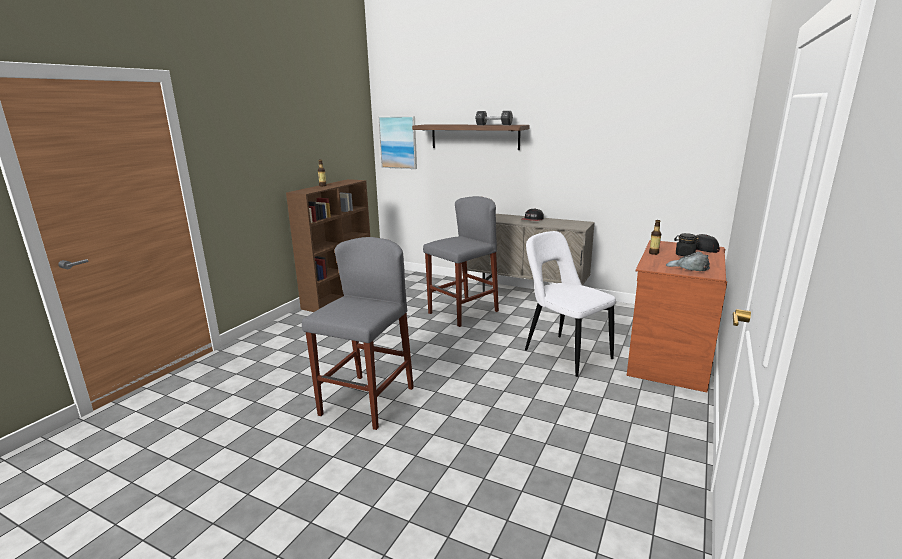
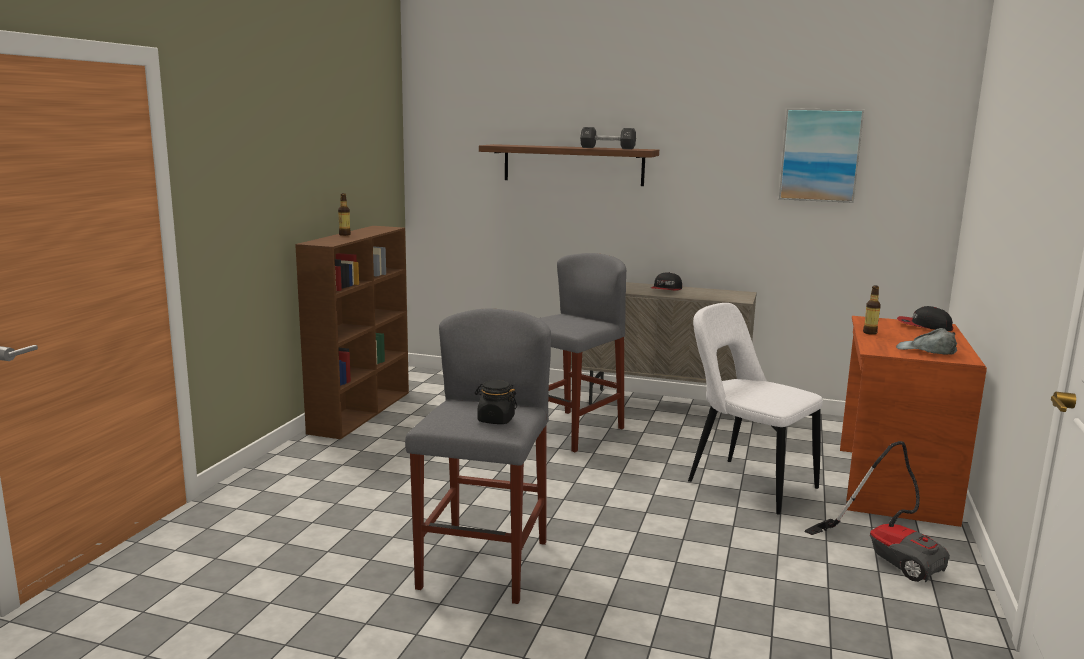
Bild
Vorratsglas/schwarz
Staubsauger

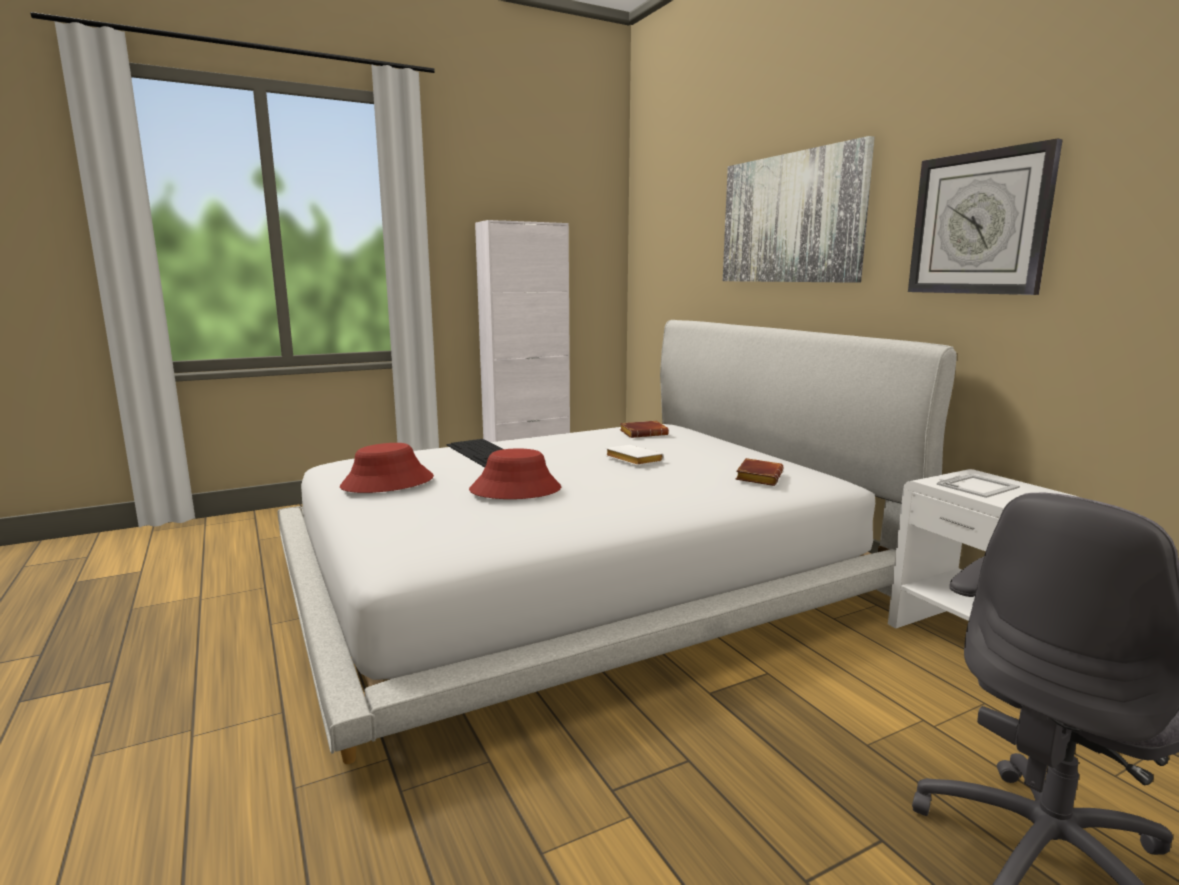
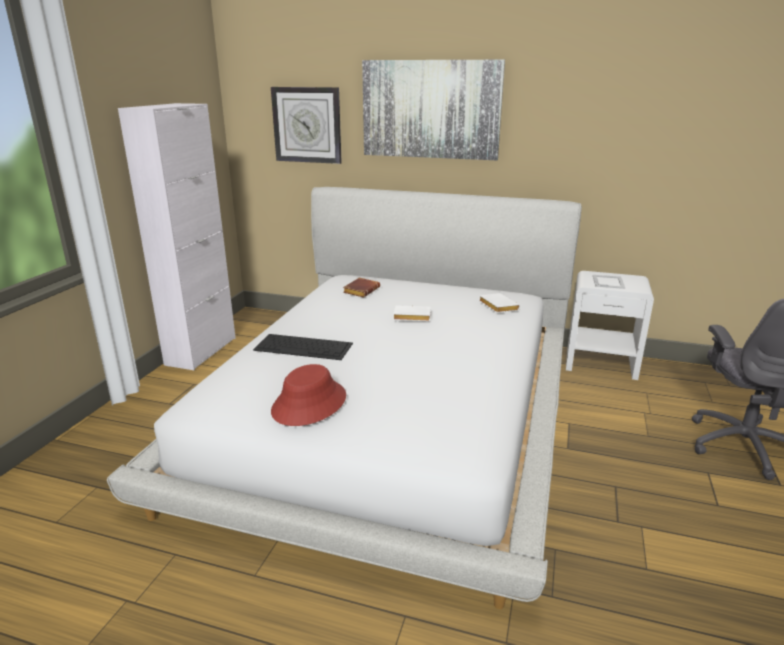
Hut/rot (2nd from left in the first image)
Buch/weiß (2nd from left)
Wanduhr

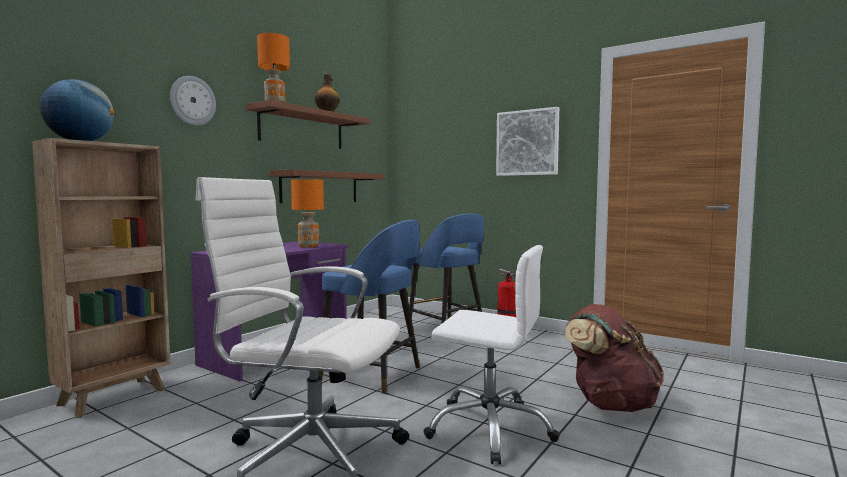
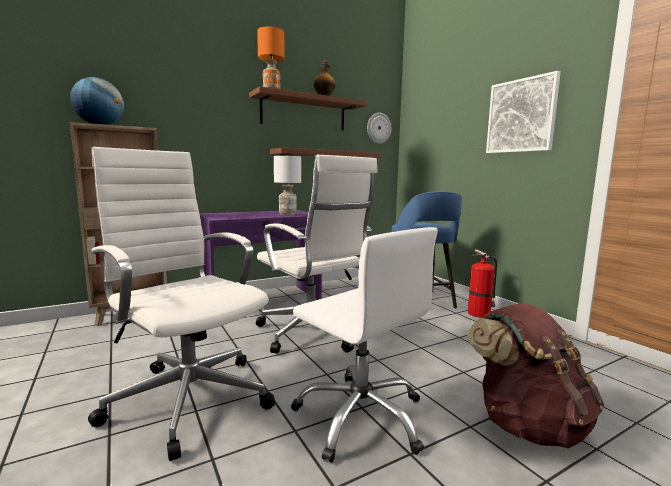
Wanduhr
Tischlampe/weiß
Bürostuhl/weiß (2nd from left)

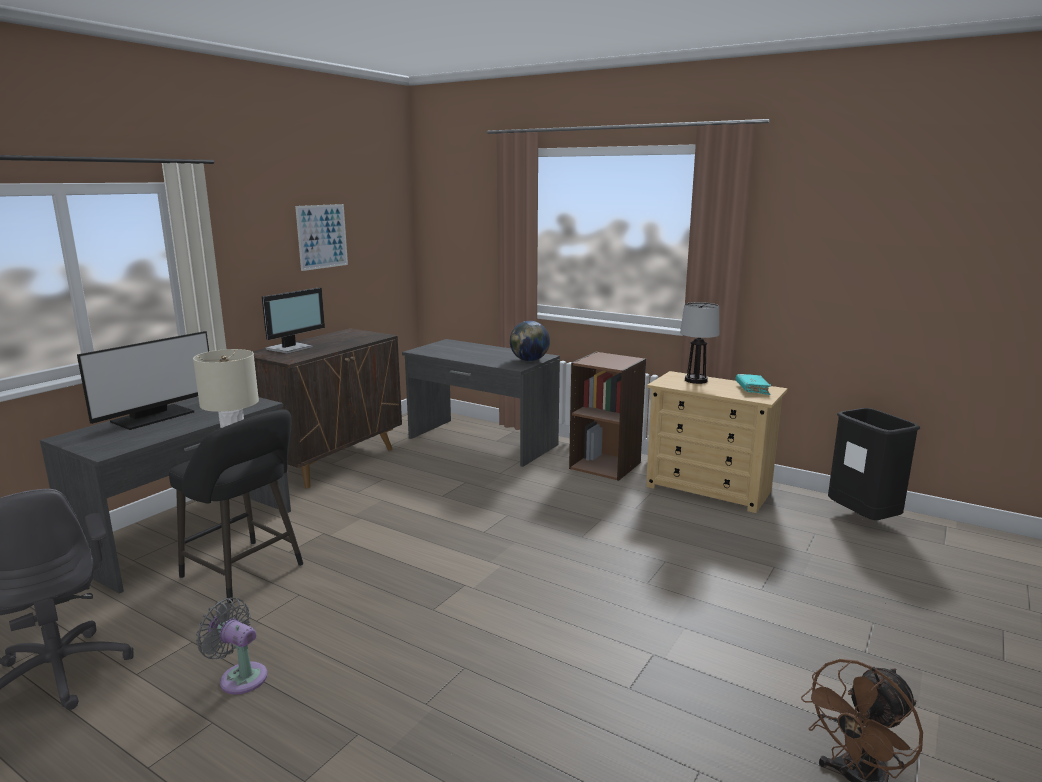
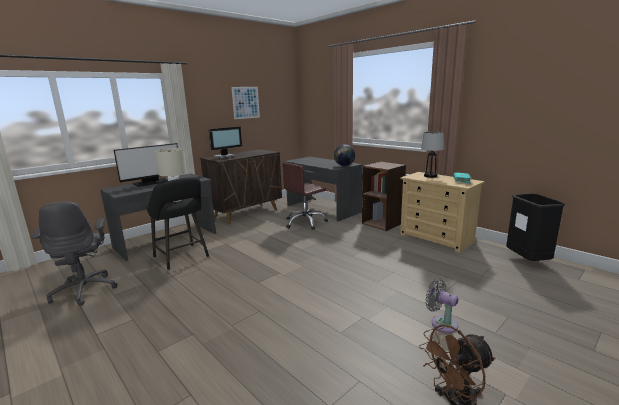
Ventilator/grau
Bürostuhl/braun

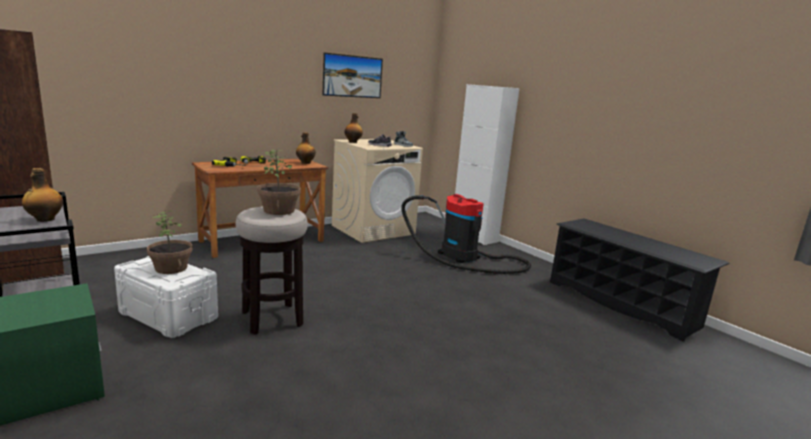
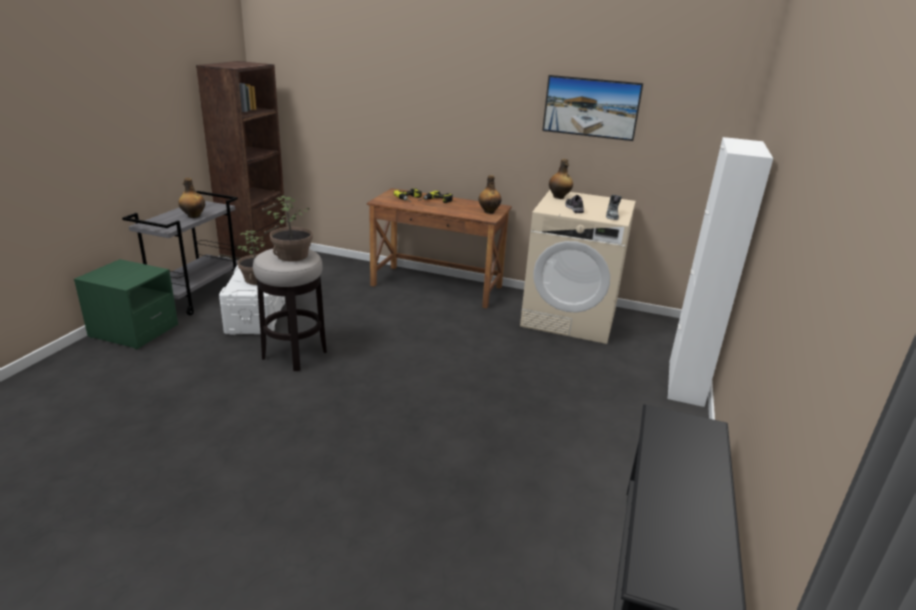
Staubsauger

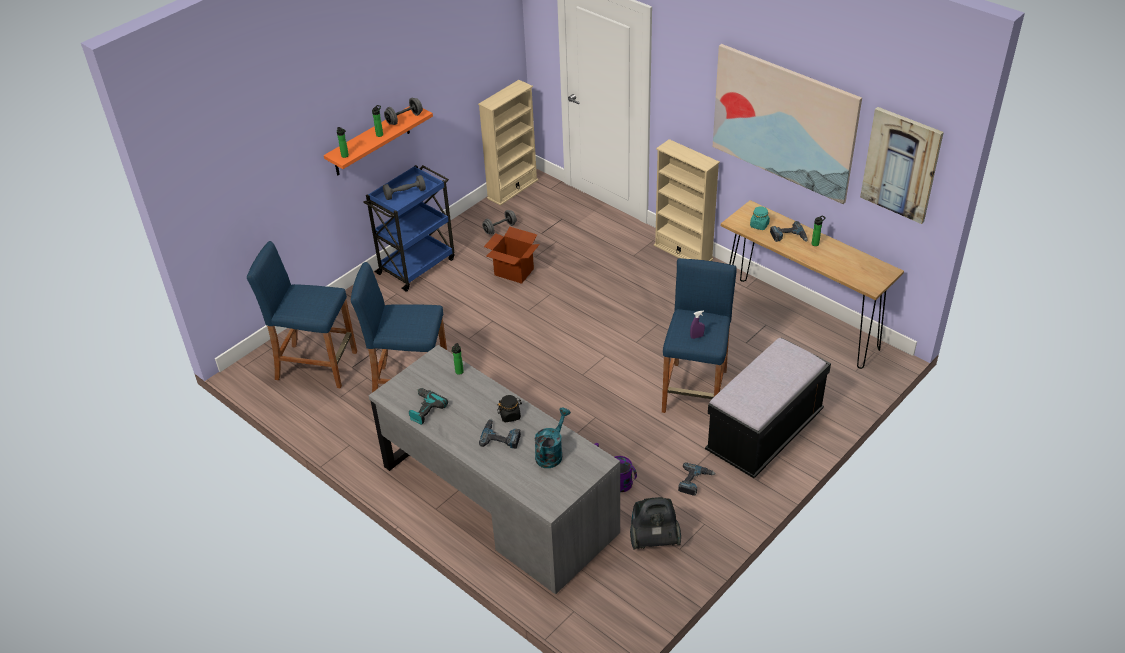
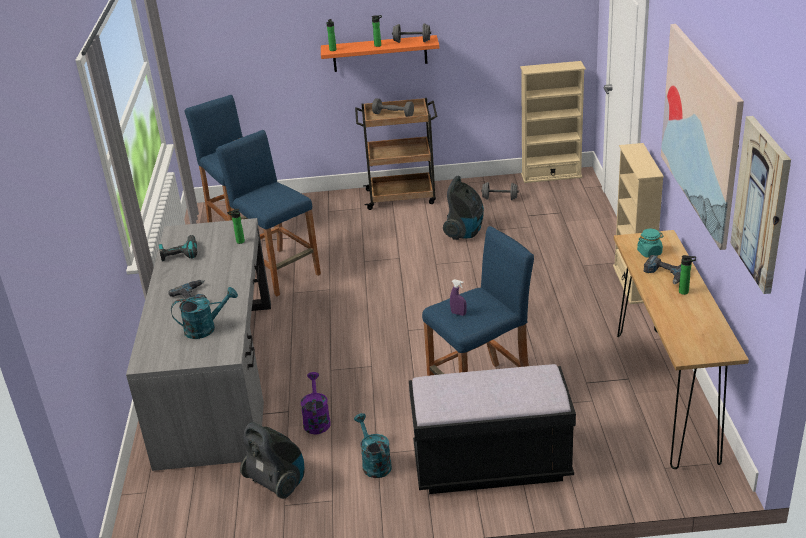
Rollwagen/braun
Staubsauger (2nd from left)
Vorratsglas/schwarz
Gießkanne/türkis (2nd from left)

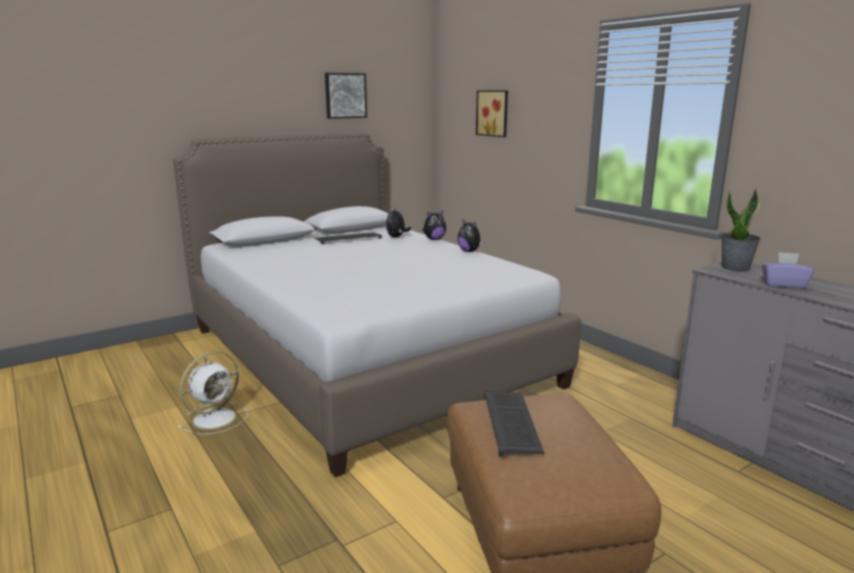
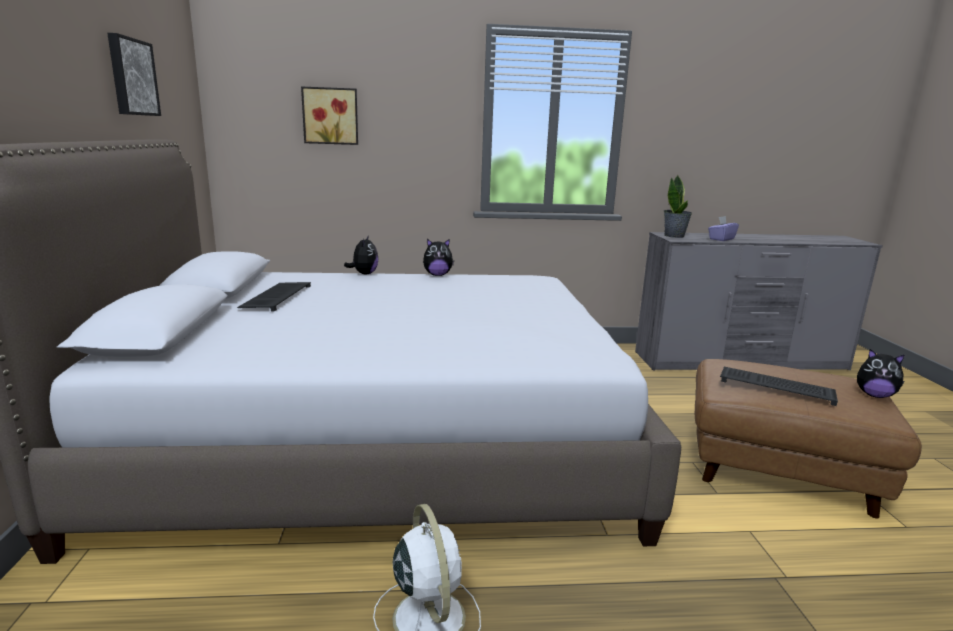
Plüschtier (3rd from left)

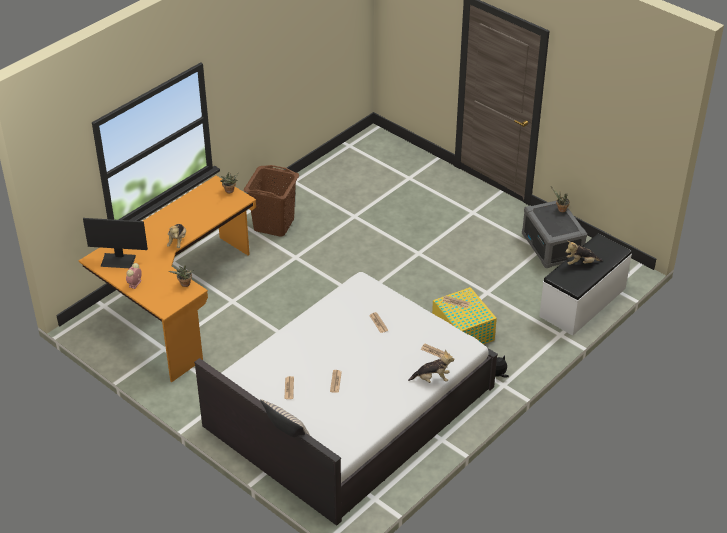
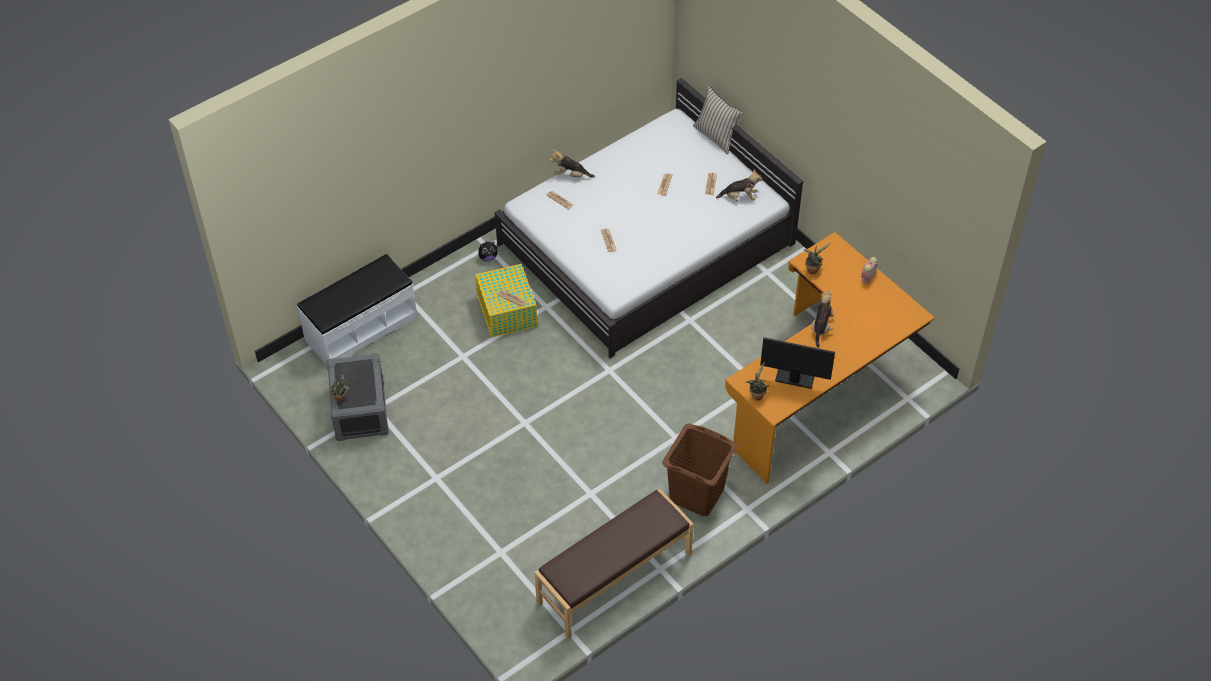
Monitor
Plüschtier (3rd from left)
Bank/braun

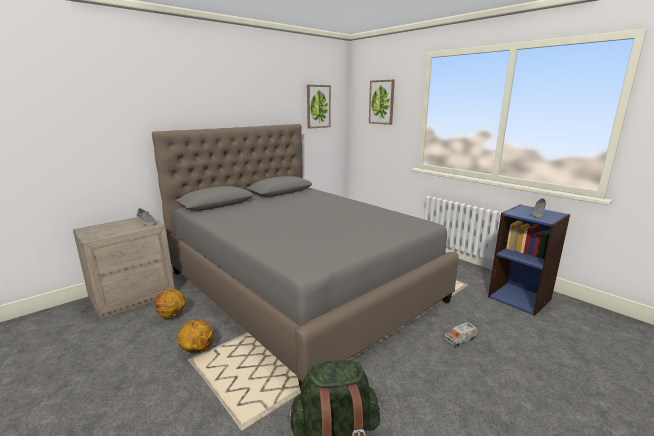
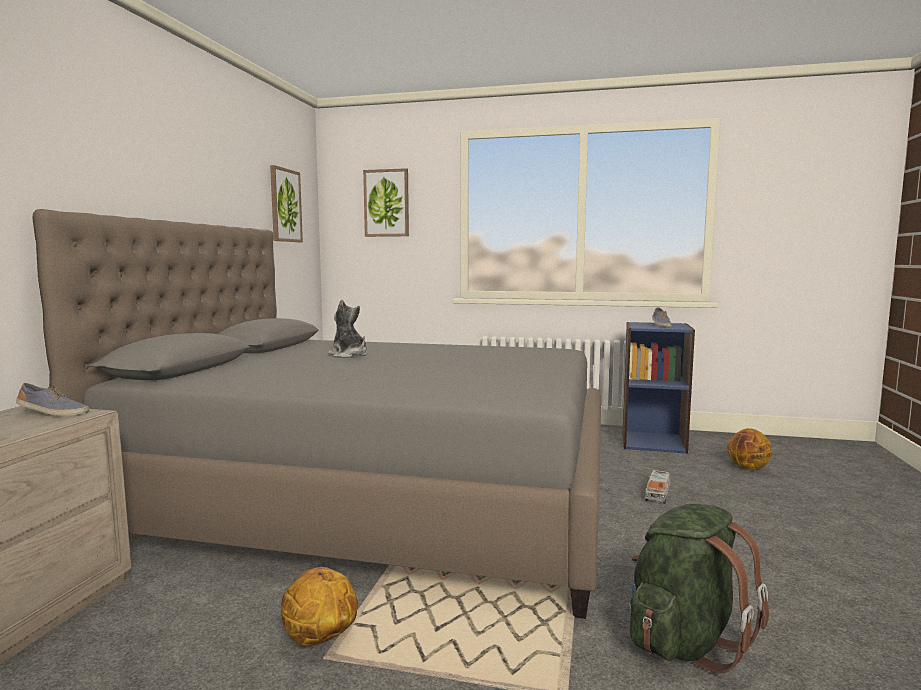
Basketball (2nd from left)
Plüschtier

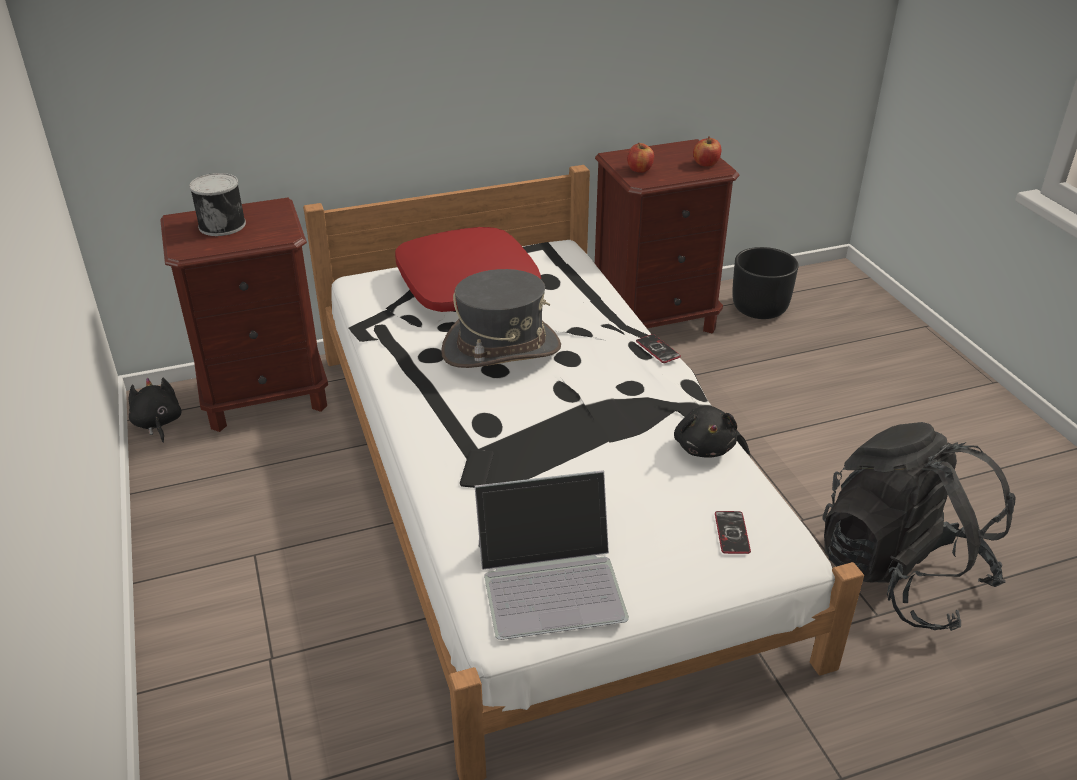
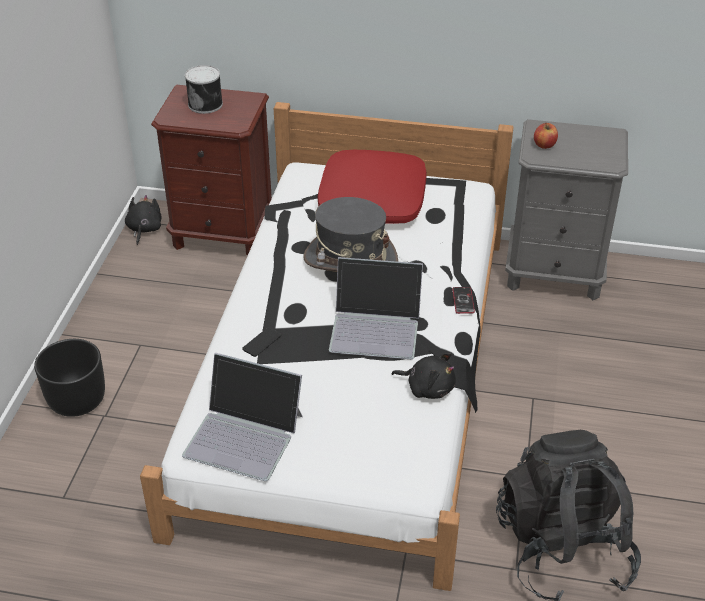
Nachttisch/grau
Plüschtier/schwarz (2nd from left)
Apfel (2nd from left in the first image)
Handy (3rd from left in the first image)
Pflanzkübel/schwarz
Laptop (2nd from left)

